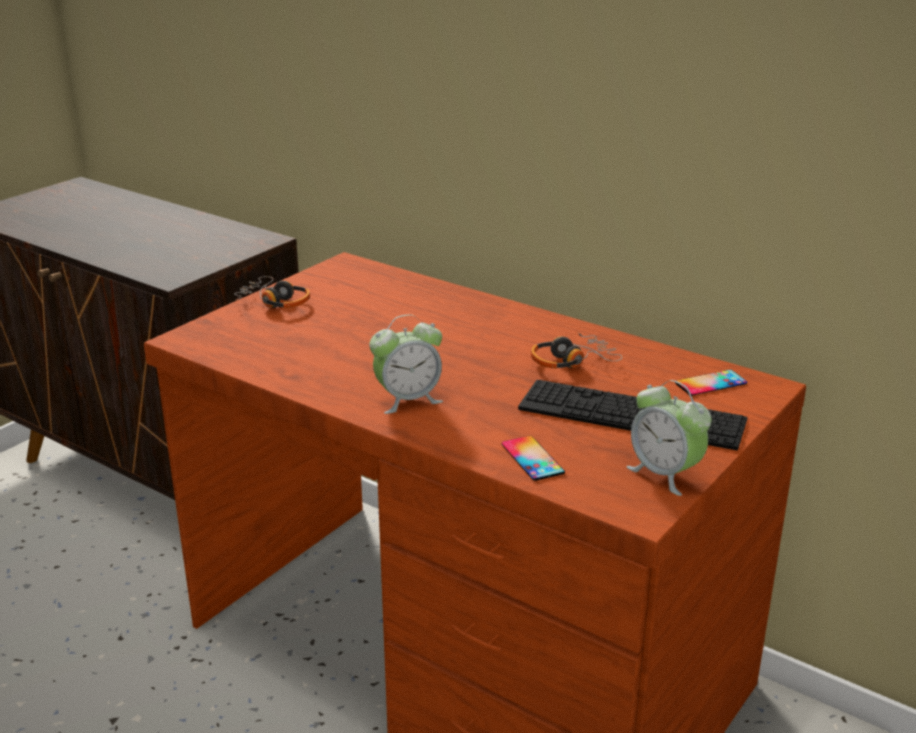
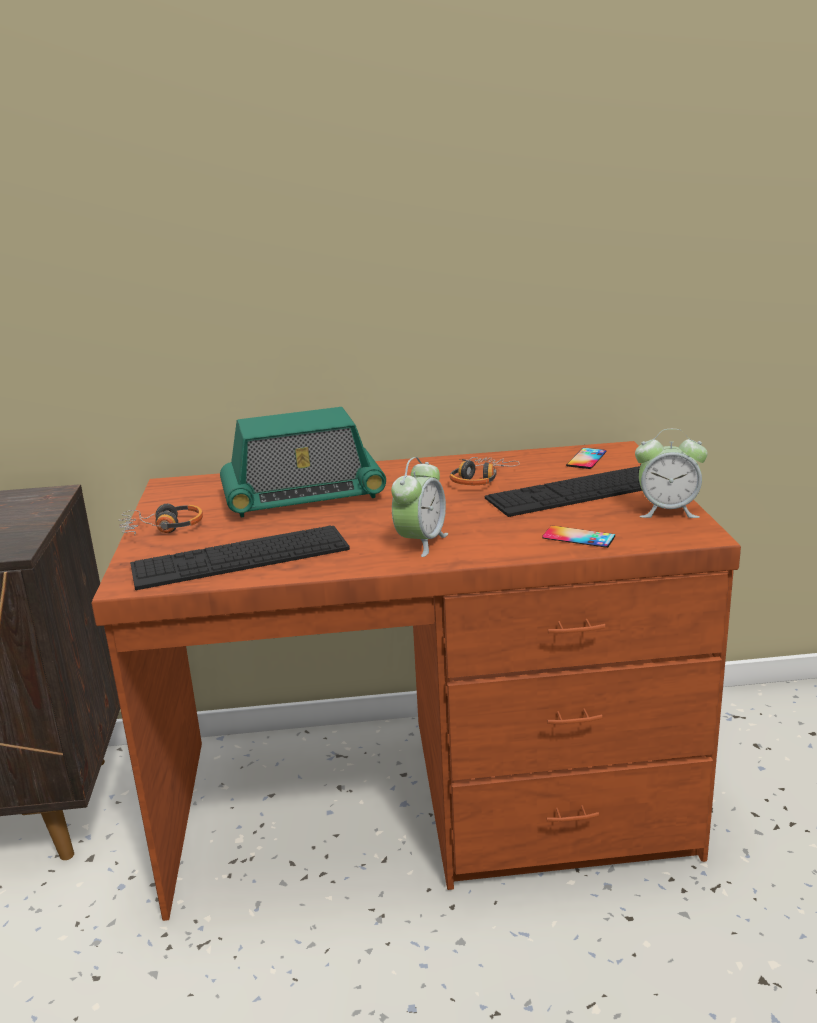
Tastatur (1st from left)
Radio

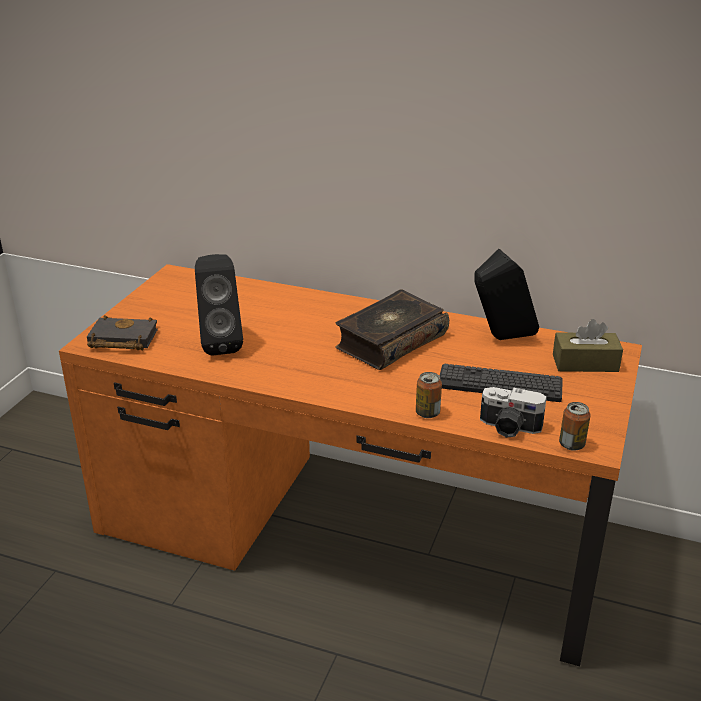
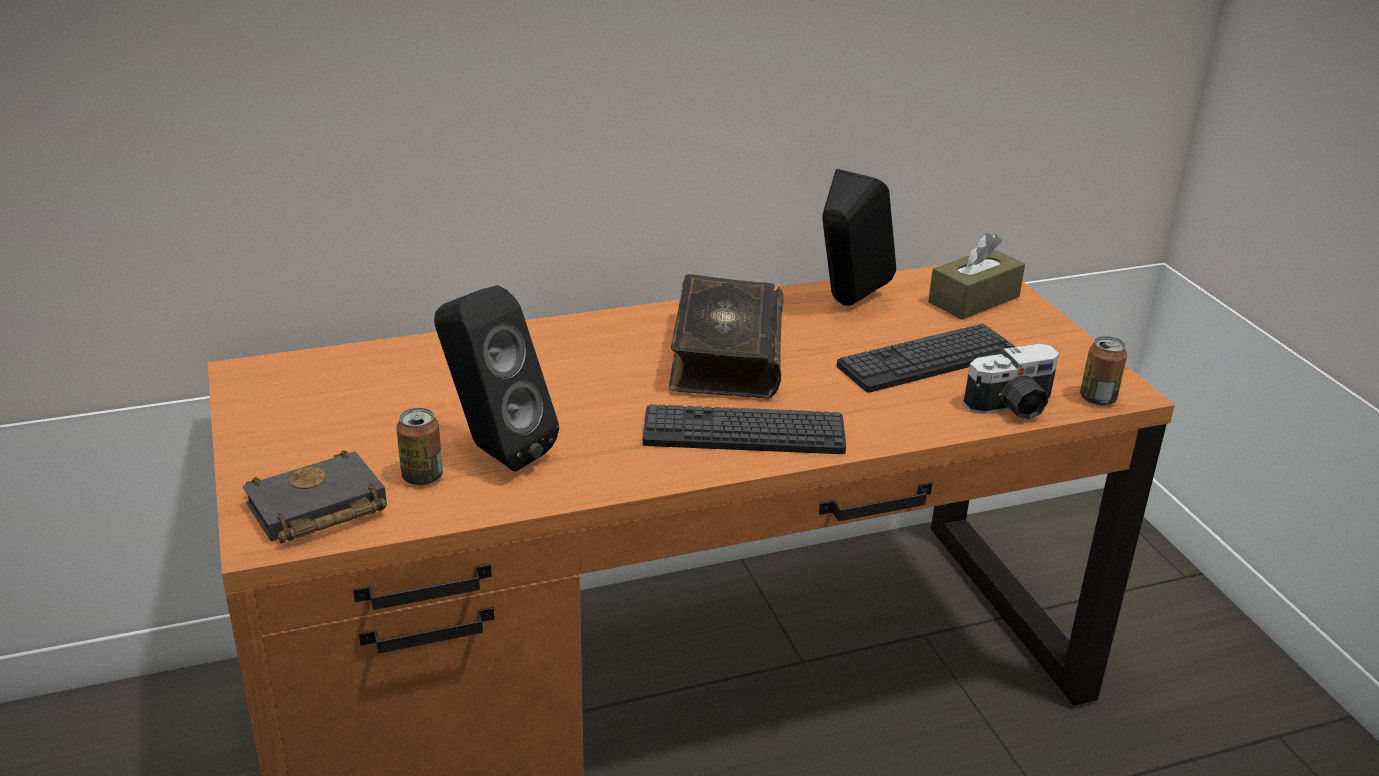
Dose (1st from left)
Tastatur (1st from left)

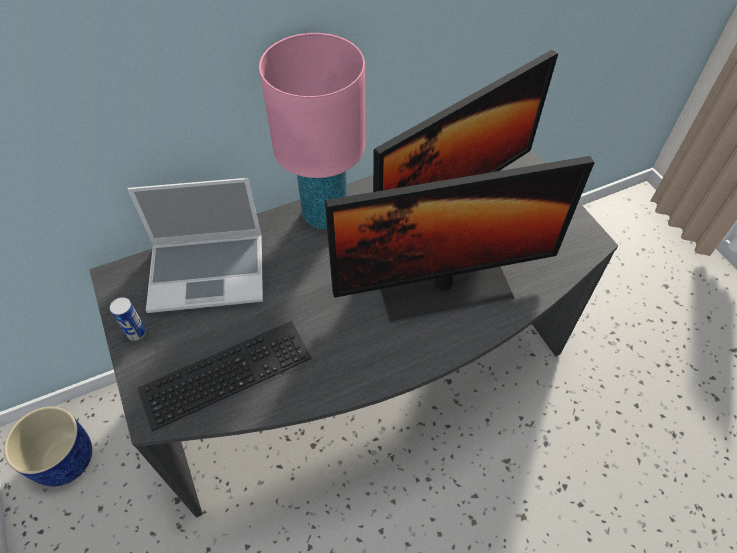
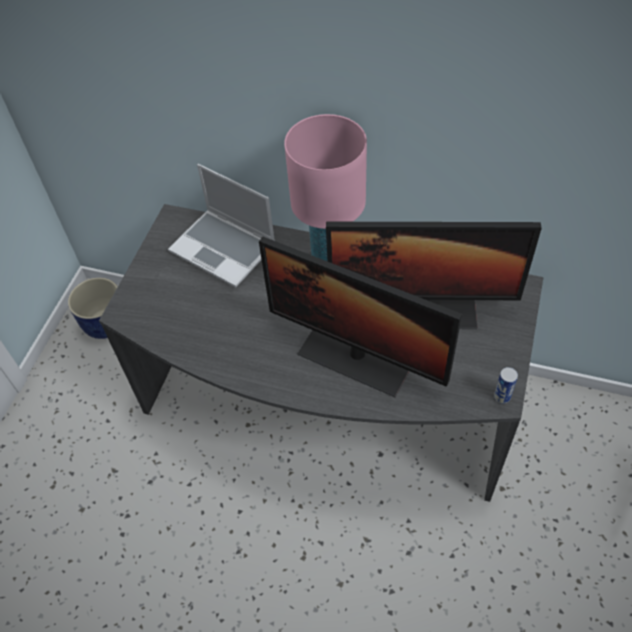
Dose
Tastatur

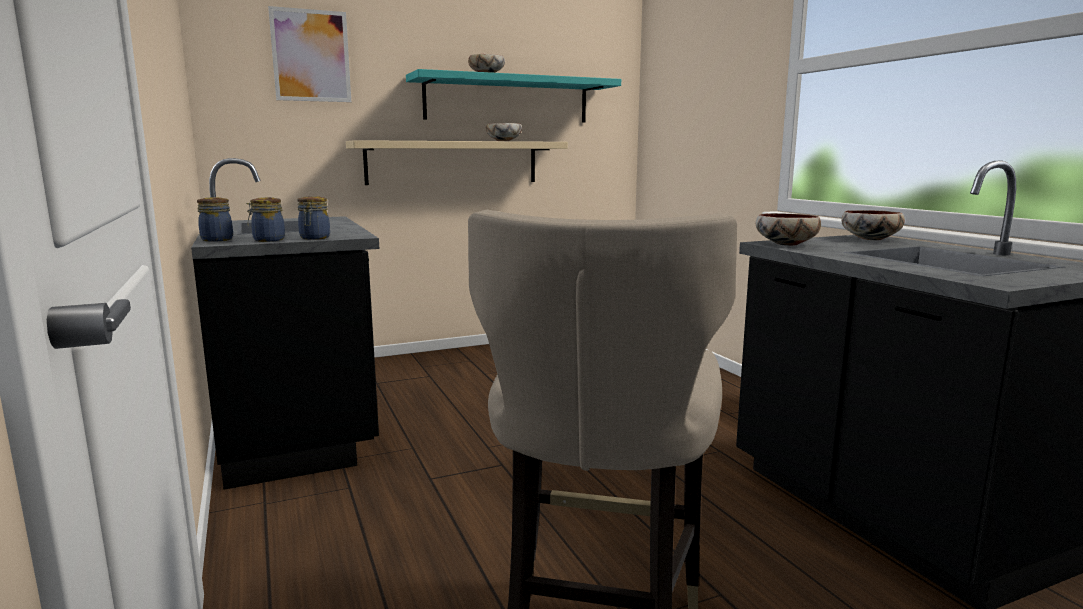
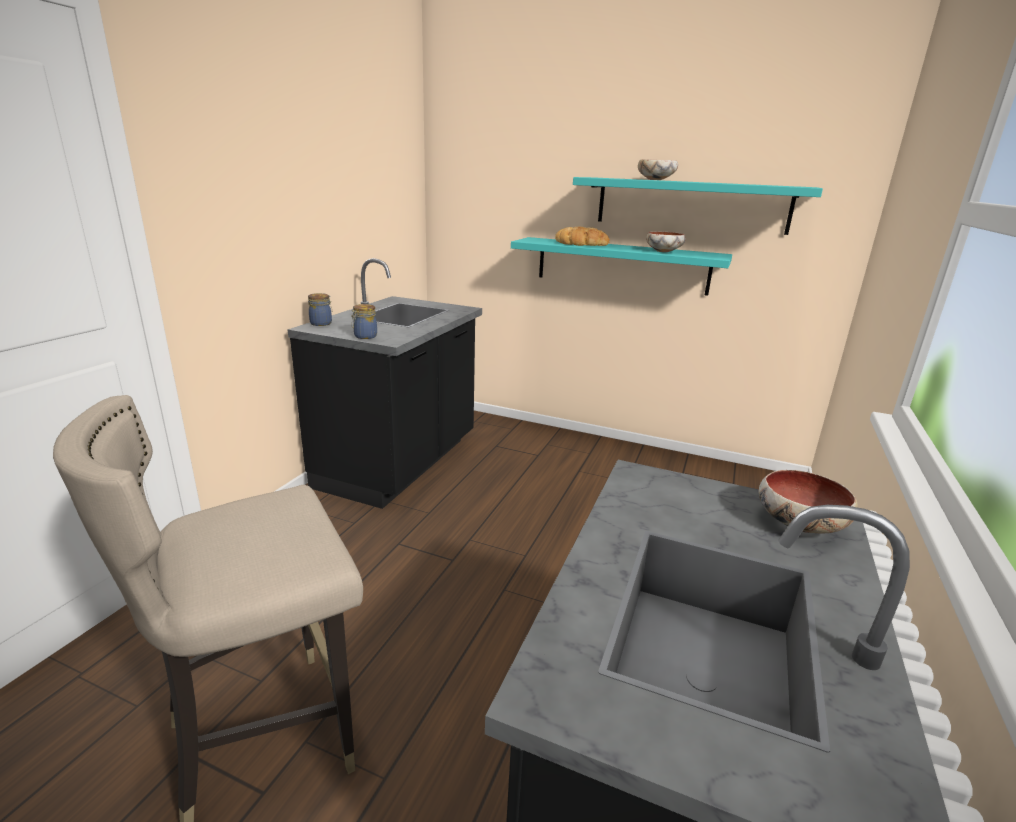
Vorratsglas (2nd from left in the first image)
Bild
Wandregal/türkis (1st from left)
Schüssel (3rd from left in the first image)
Brot

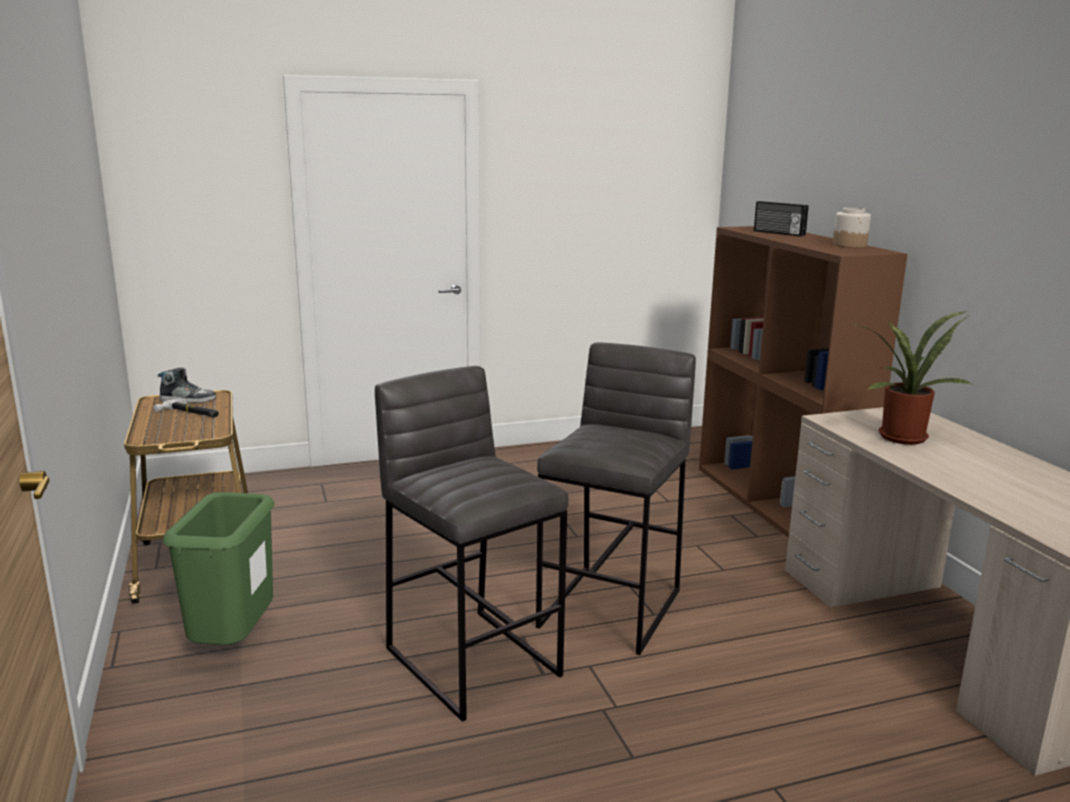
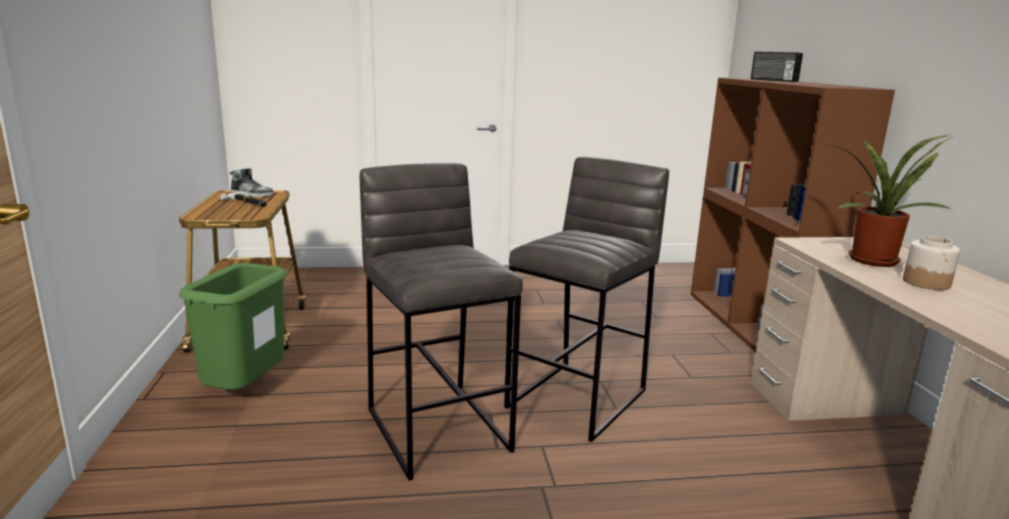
Vorratsglas

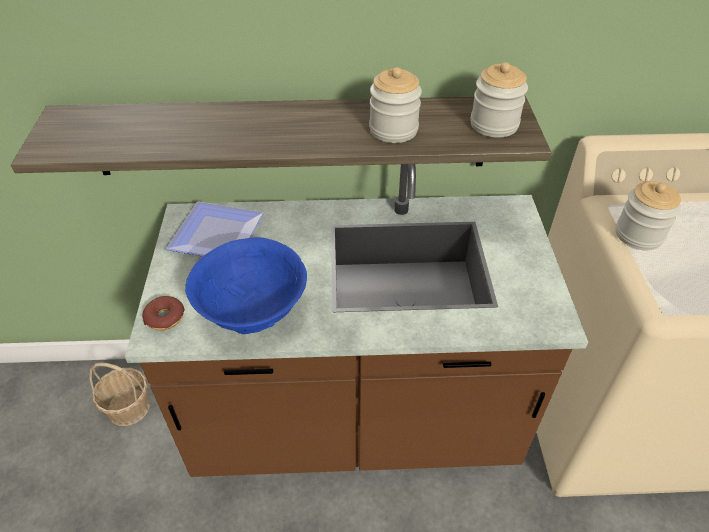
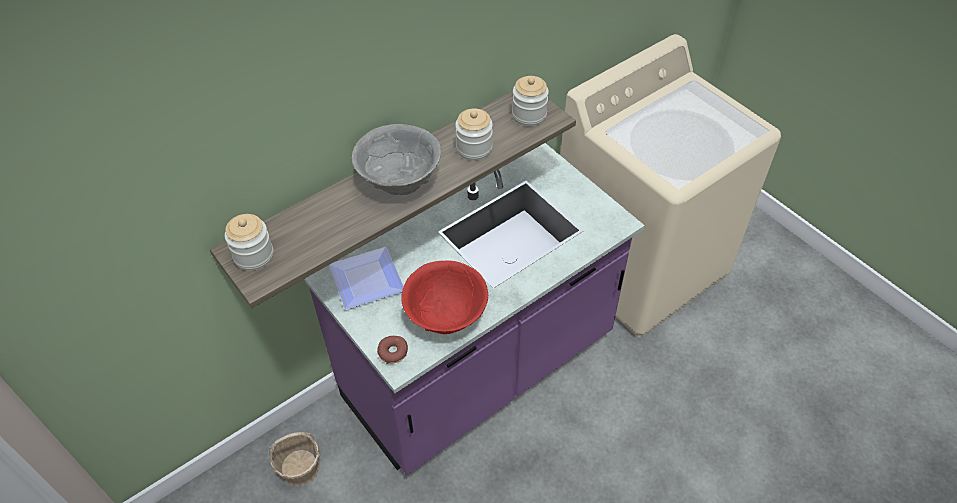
Küchenzeile/lila
Schüssel/rot
Vorratsglas (1st from left)
Schüssel/grau

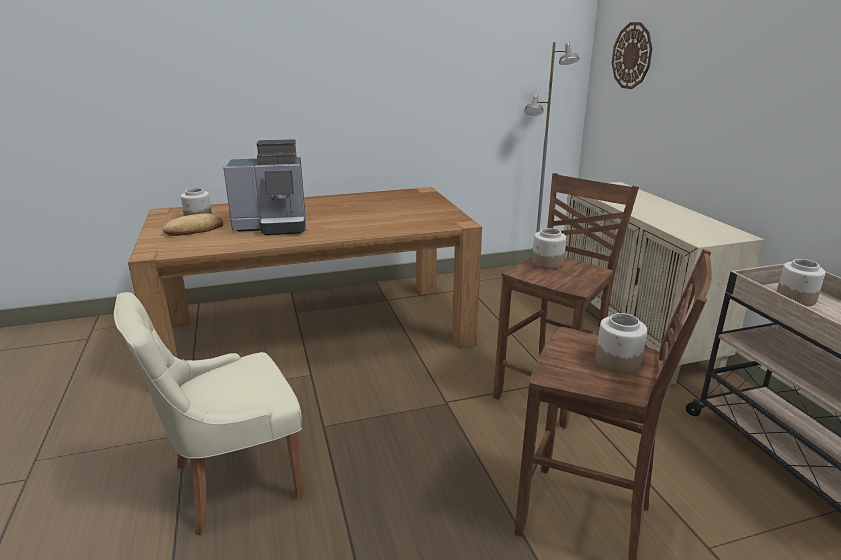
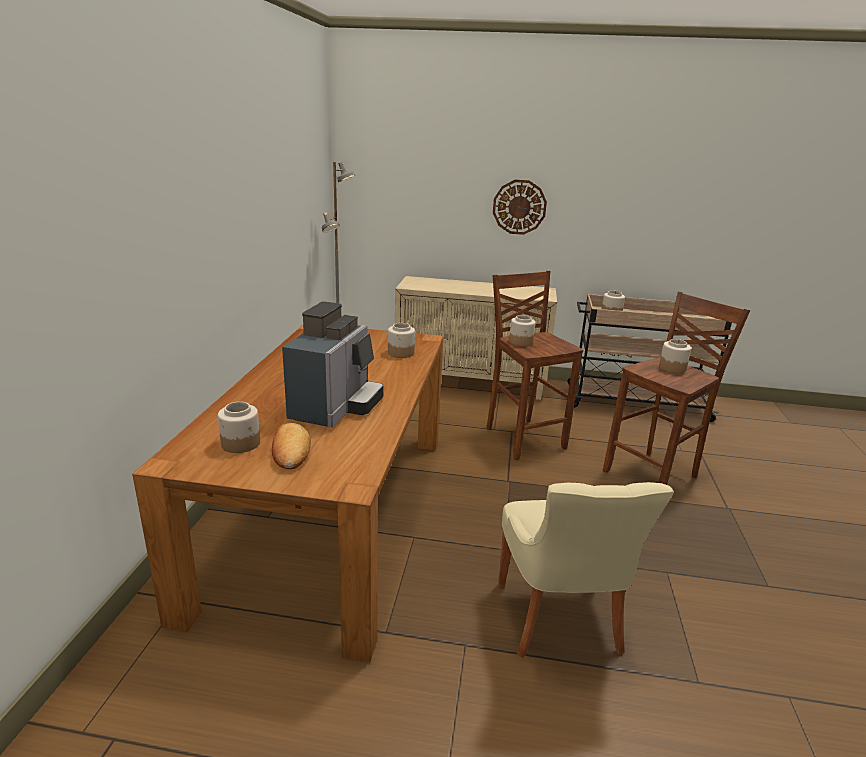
Wanduhr
Vorratsglas (2nd from left)

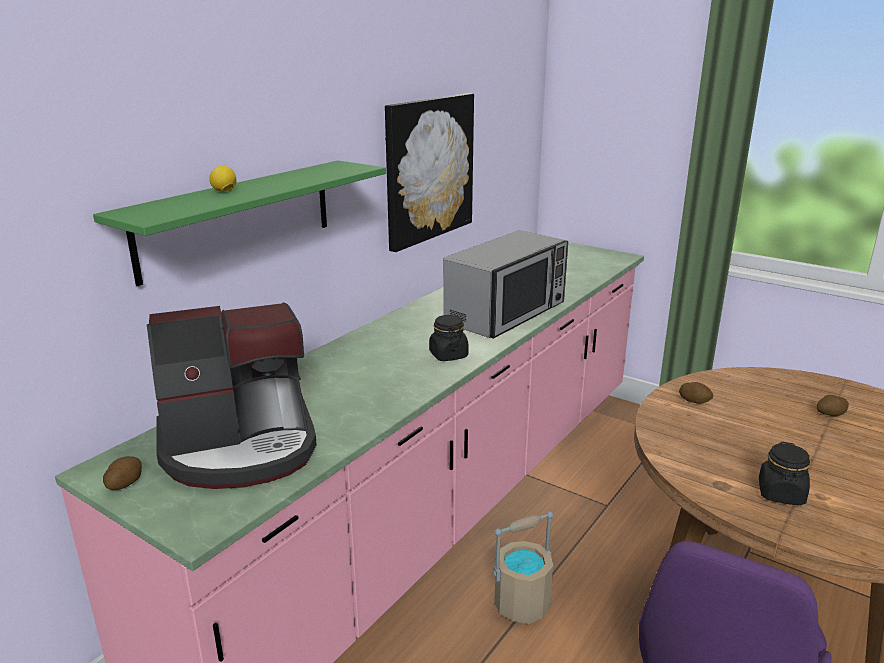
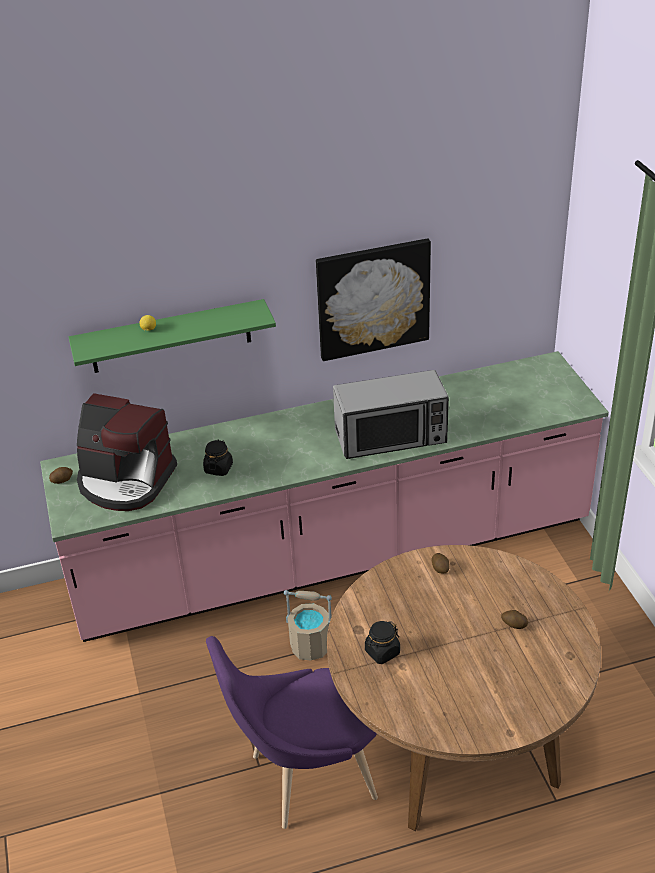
Vorratsglas/schwarz (1st from left)

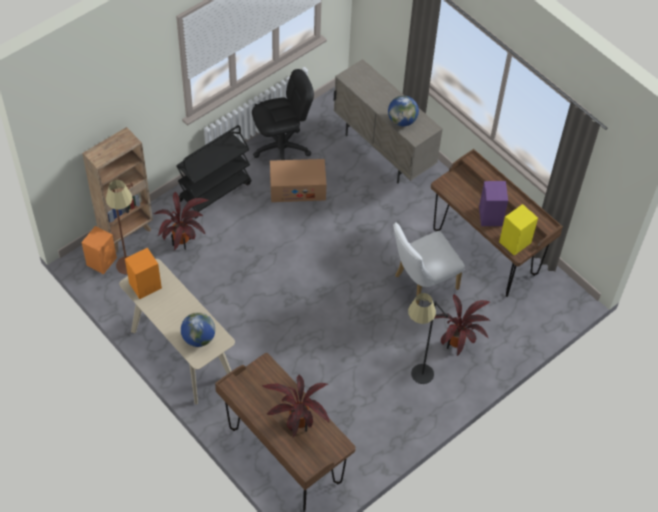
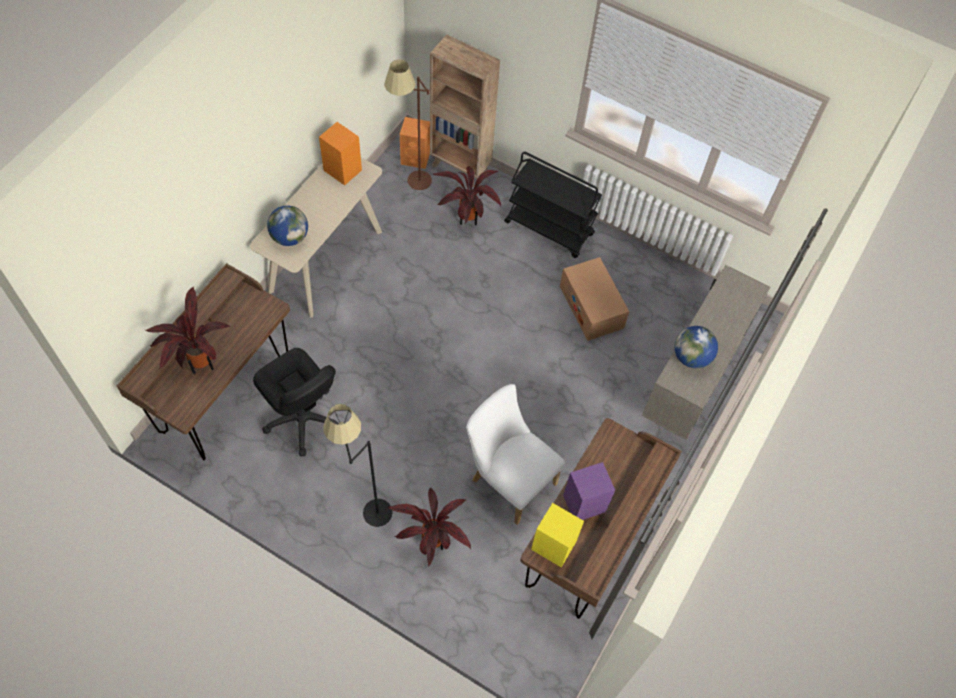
Bürostuhl/schwarz

